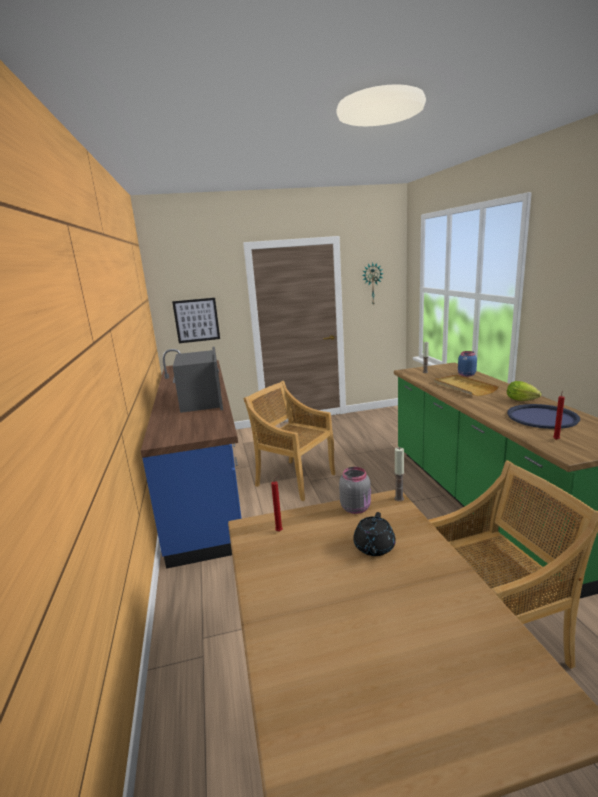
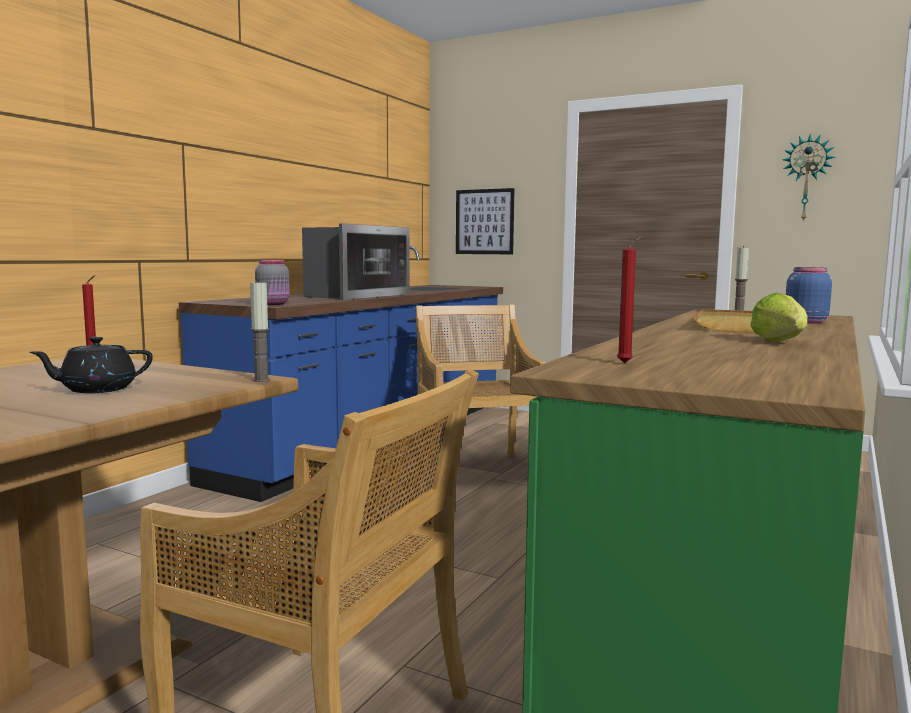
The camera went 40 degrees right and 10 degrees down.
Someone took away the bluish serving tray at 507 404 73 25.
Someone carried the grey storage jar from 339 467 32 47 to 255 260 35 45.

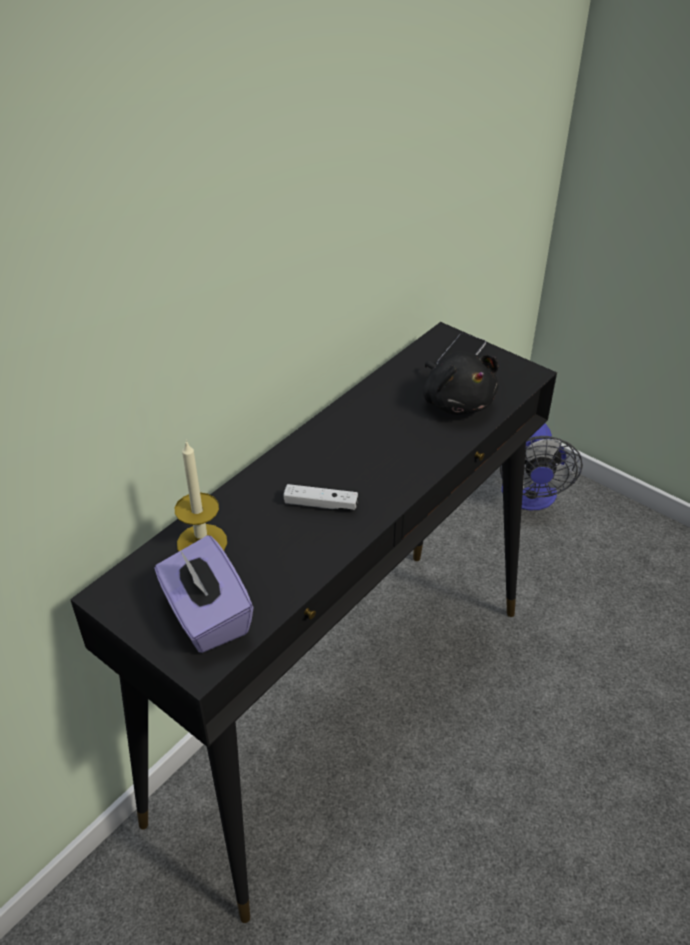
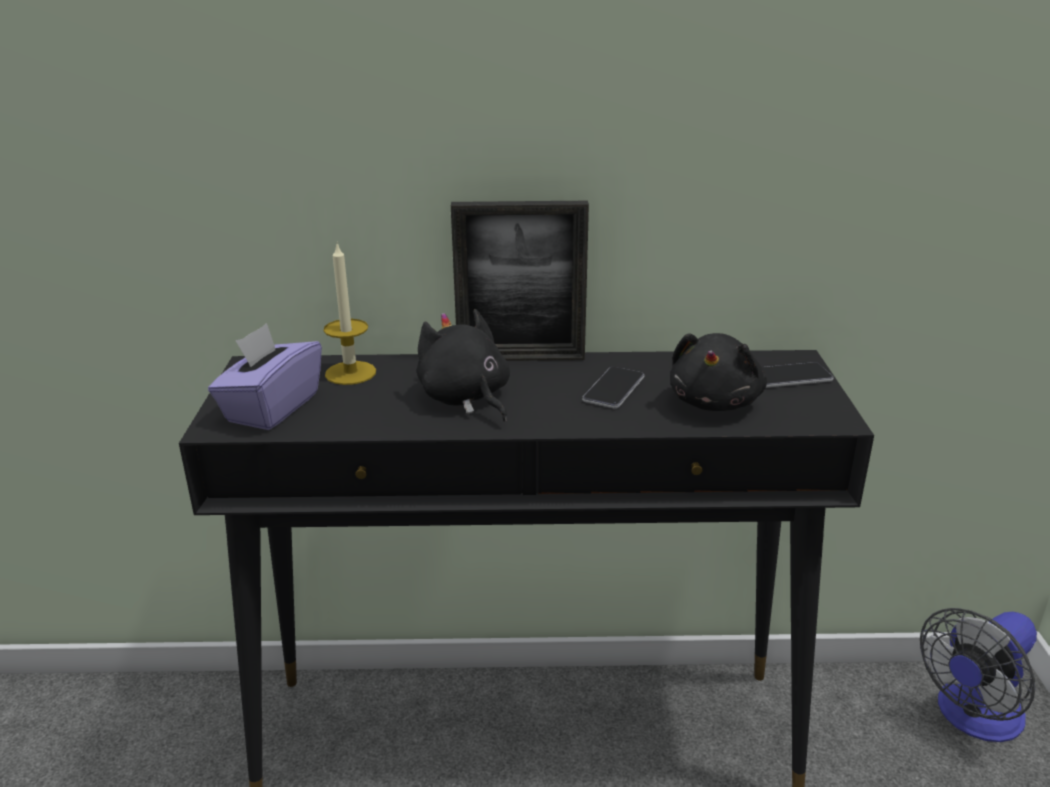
The camera went 50 degrees right and 15 degrees down.
Someone swapped the white-coloured gamepad at 283 484 75 26 for the black-coloured cuddly toy at 417 309 93 113.
Someone put down the standing frame at 451 201 138 160.
Someone put down the telephone at 582 367 63 42.

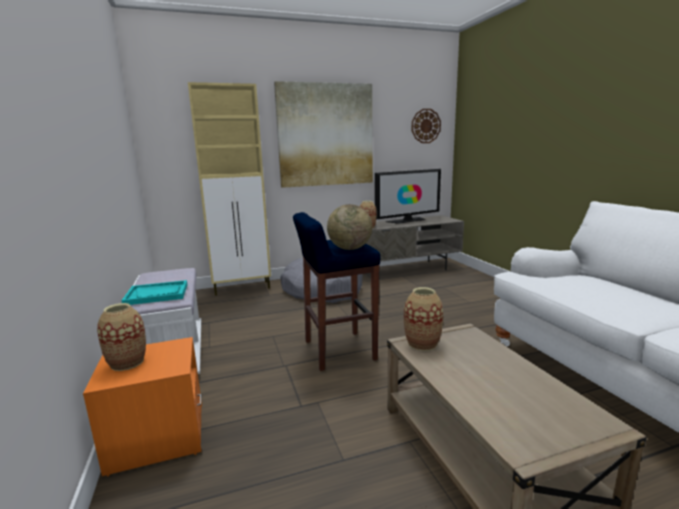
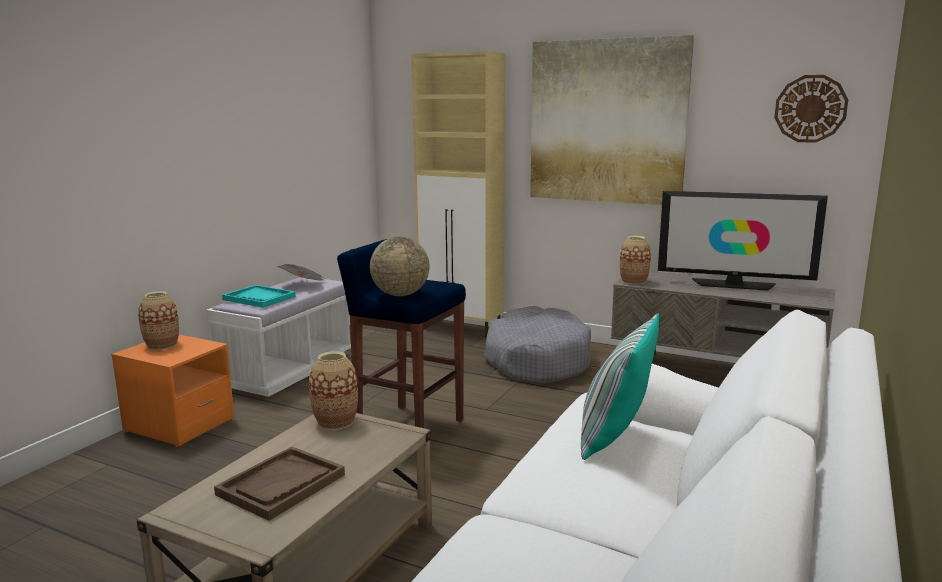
The camera went 45 degrees right and 0 degrees up.
Someone put down the newspaper at 278 264 46 17.
Someone put down the cushion at 581 313 78 147.
Someone put down the brown serving tray at 214 447 131 74.

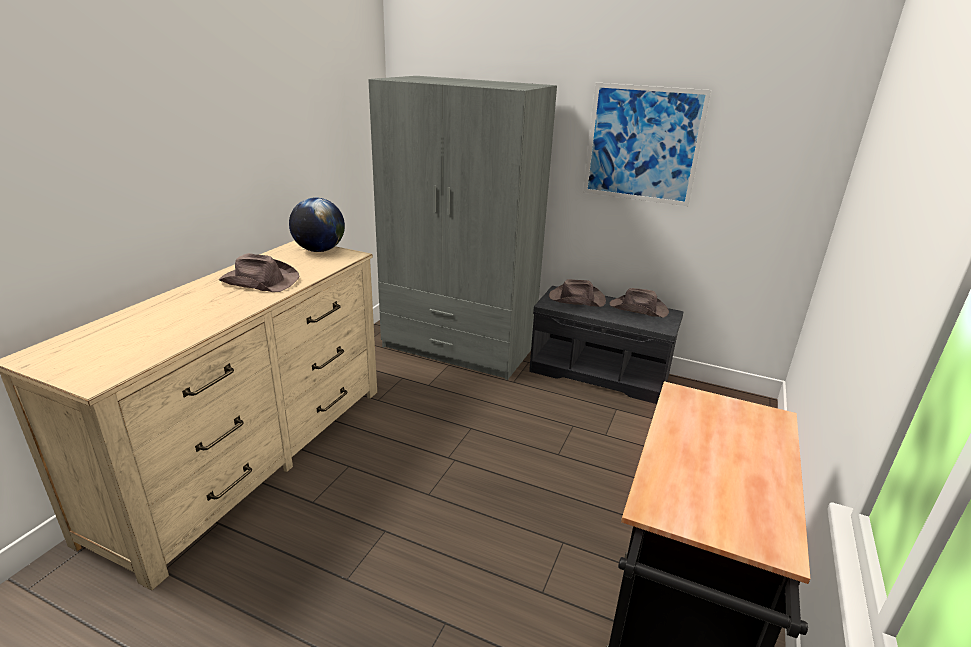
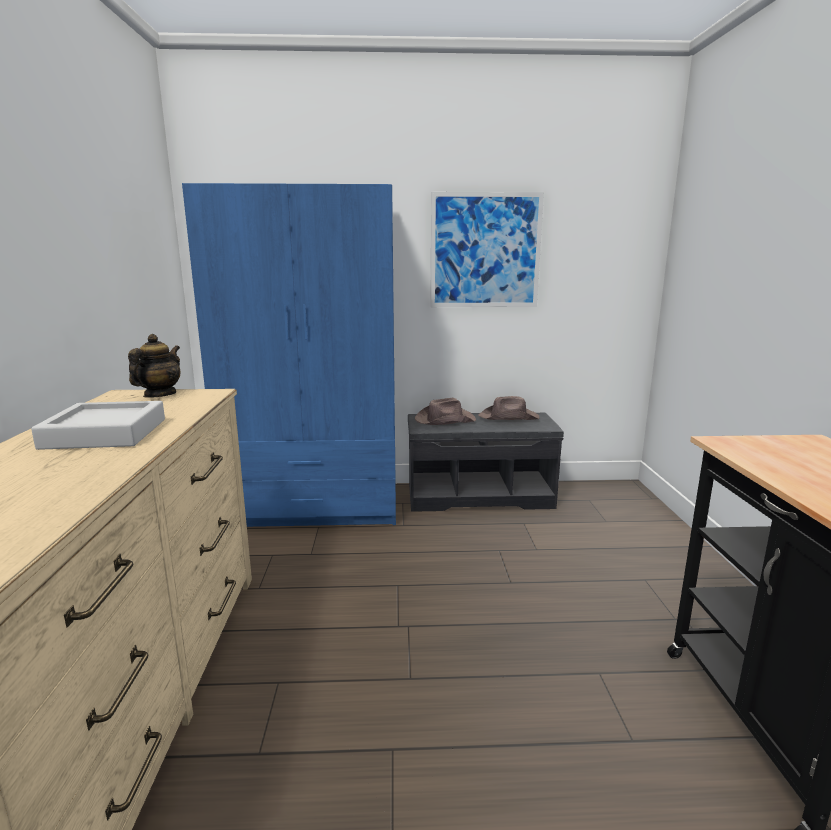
The camera went 25 degrees left and 10 degrees down.
Someone repainted the grey wardrobe at 368 76 189 304, which became the bluish wardrobe at 182 183 214 344.
Someone swapped the desk globe at 289 197 56 55 for the tea pot at 128 334 53 64.
Someone swapped the brown hat at 219 253 81 39 for the grey serving tray at 31 401 134 49.

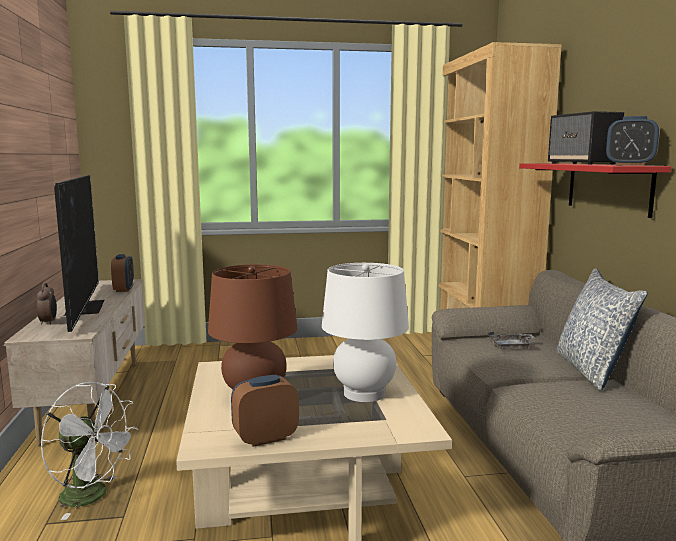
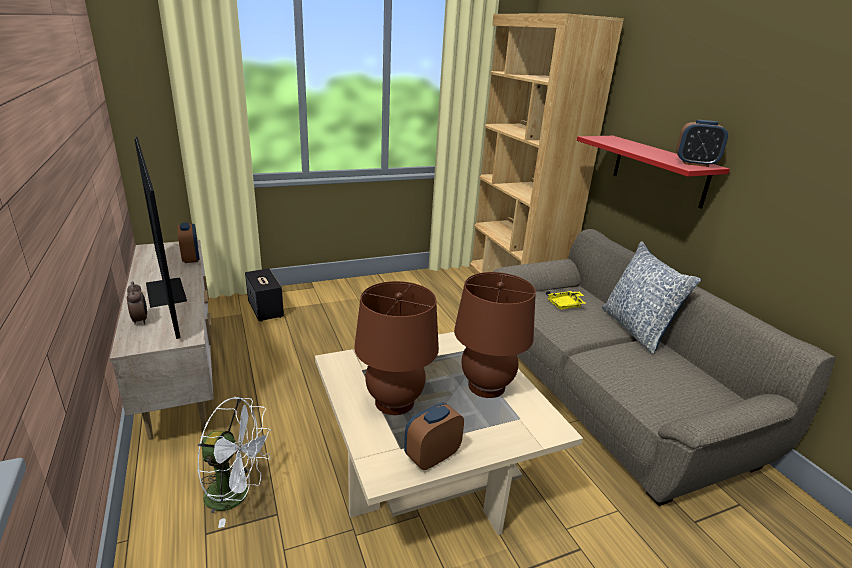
The camera went 15 degrees left and 15 degrees up.
Someone carried the loudspeaker from 548 111 76 54 to 245 268 39 54.
Someone repainted the white-coloured tabletop lamp at 322 263 87 139, which became the brown tabletop lamp at 454 272 82 126.
Someone repainted the grey serving tray at 488 331 47 18, which became the yellow-coloured serving tray at 546 291 40 18.

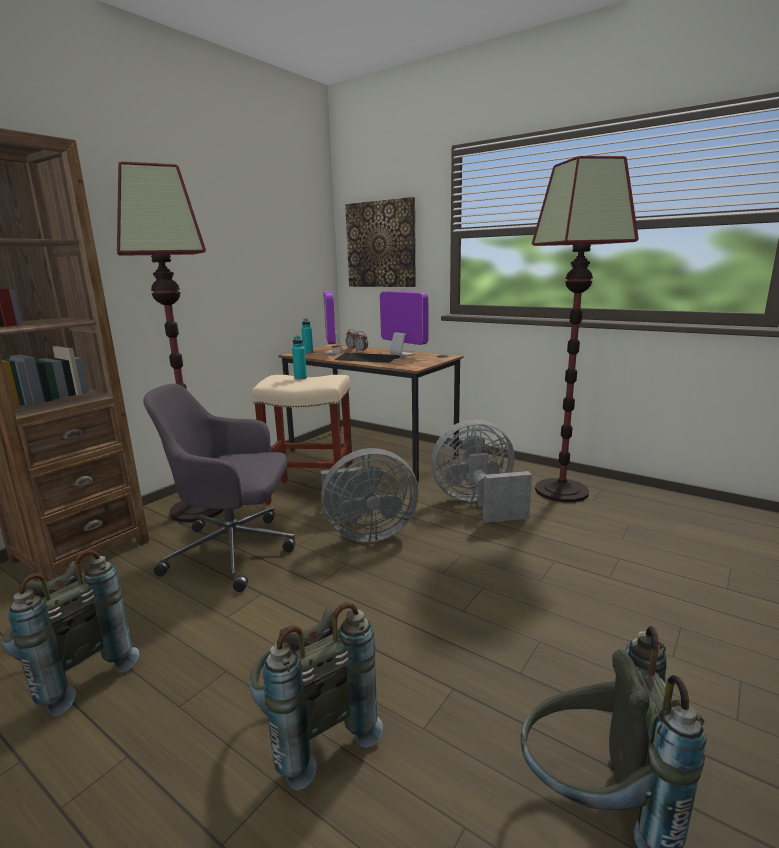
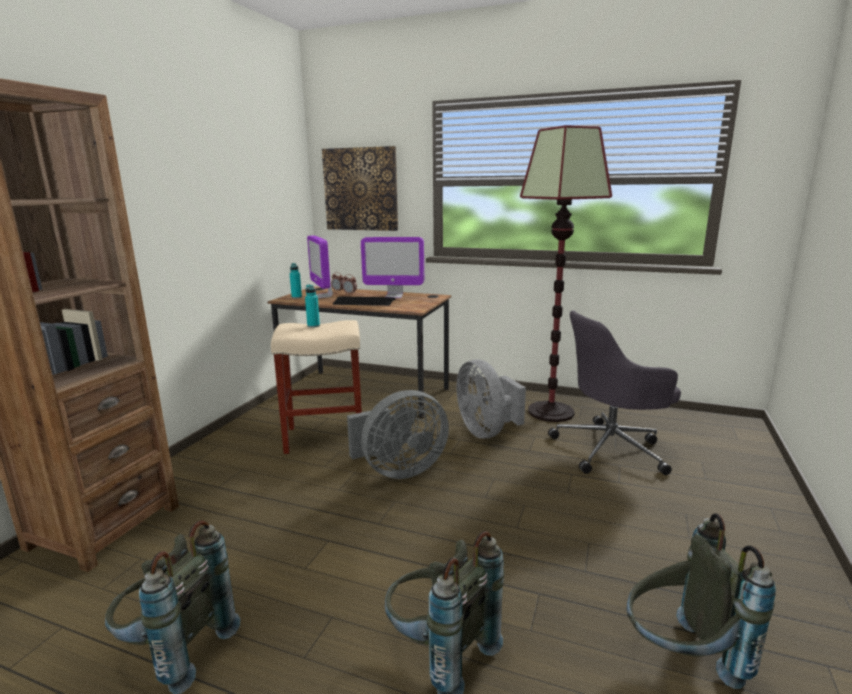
The camera went 15 degrees left and 0 degrees up.
Someone took away the standing lamp at 117 161 107 361.
Someone rotated the computer display at 380 291 48 66 by 150 degrees clockwise.
Someone carried the grey office chair from 143 383 152 209 to 548 310 133 165.
Someone rotated the grey electric fan at 431 420 101 103 by 90 degrees counterclockwise.

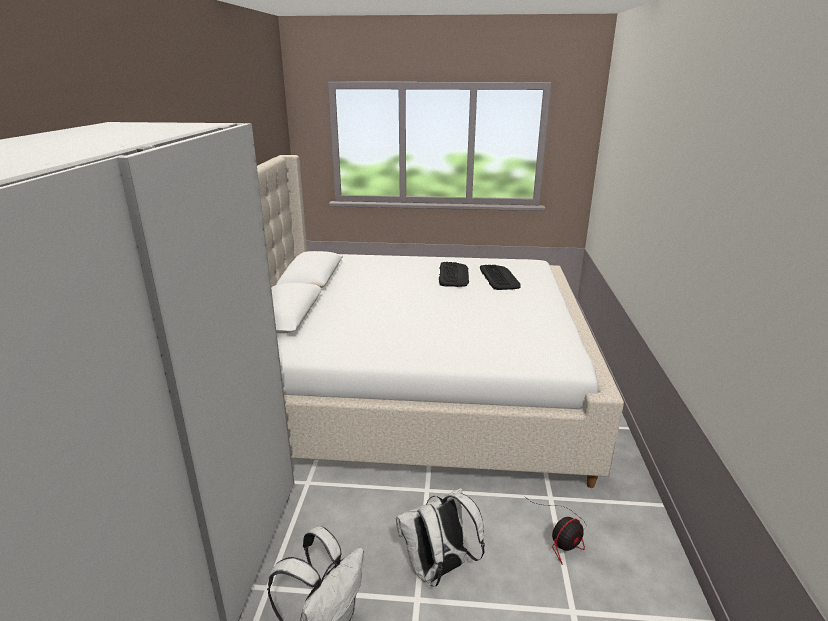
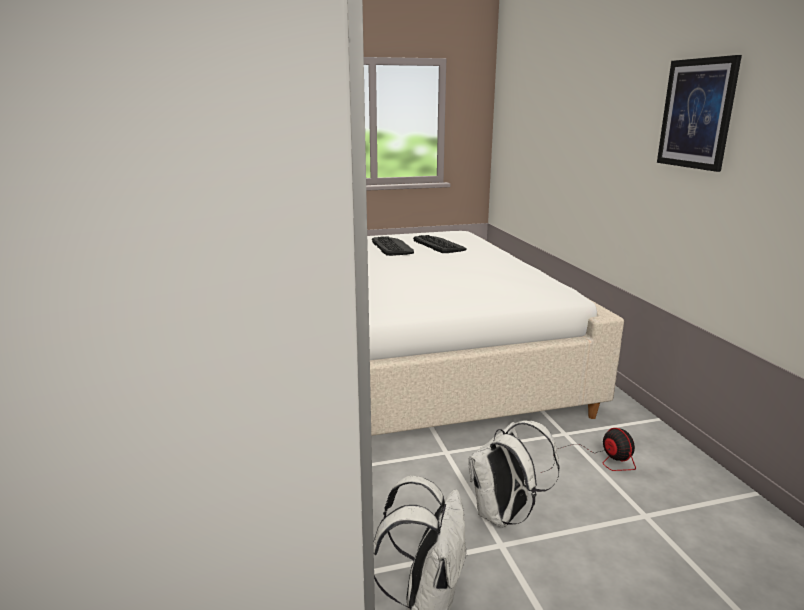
The camera went 20 degrees left and 5 degrees down.
Someone rotated the electric fan at 524 496 62 69 by 60 degrees counterclockwise.
Someone put up the picture at 657 55 85 117.

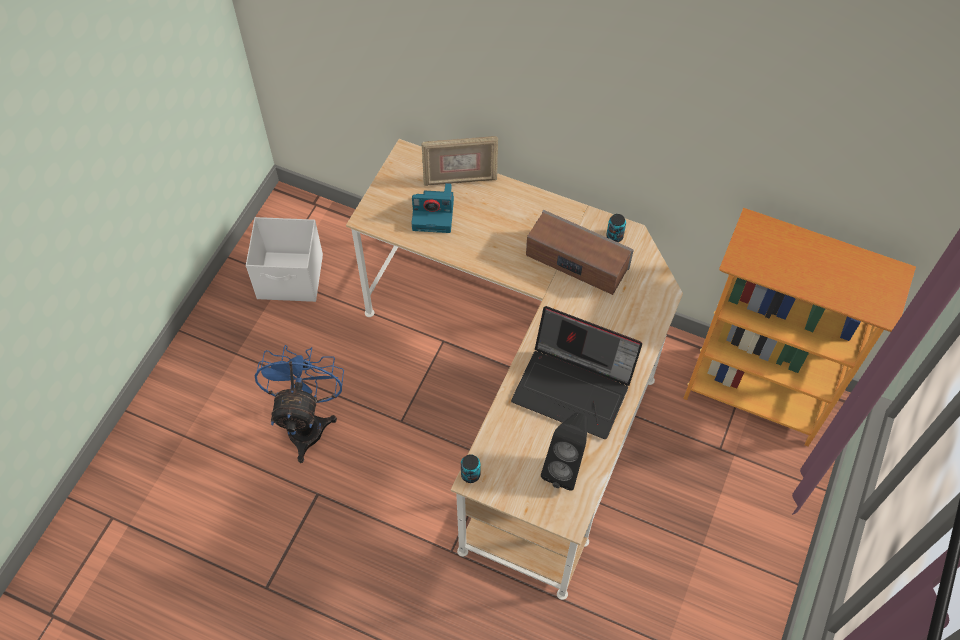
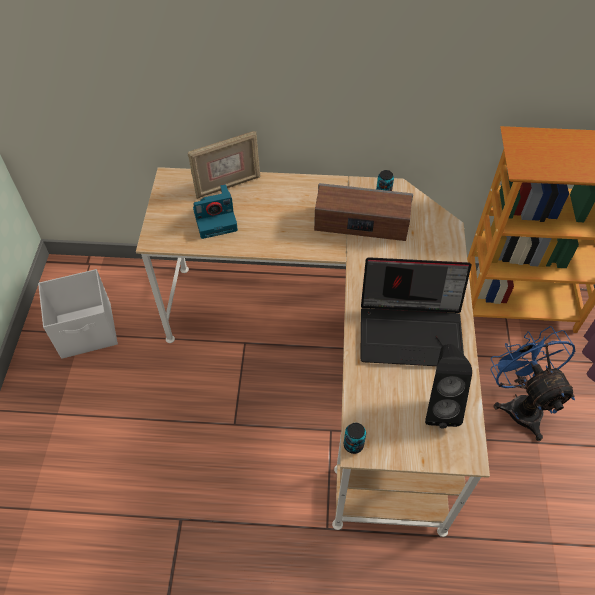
The camera went 20 degrees left and 5 degrees down.
Someone carried the bluish electric fan from 255 345 89 118 to 491 326 84 115.

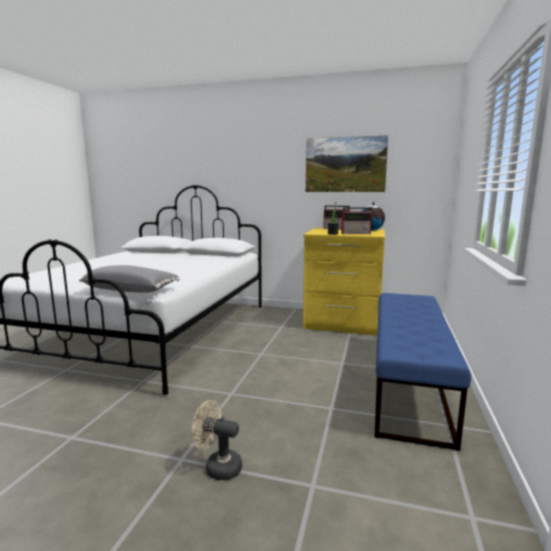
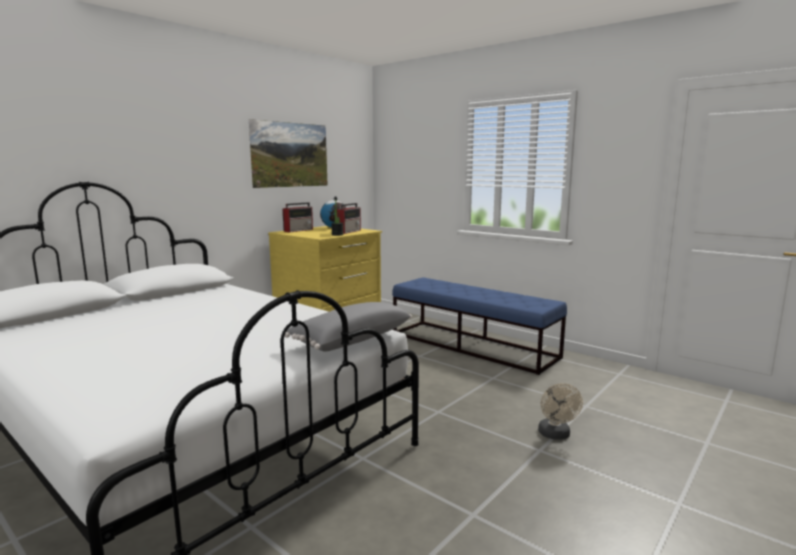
The camera went 65 degrees left and 0 degrees up.
Someone rotated the beige electric fan at 191 400 51 80 by 45 degrees counterclockwise.

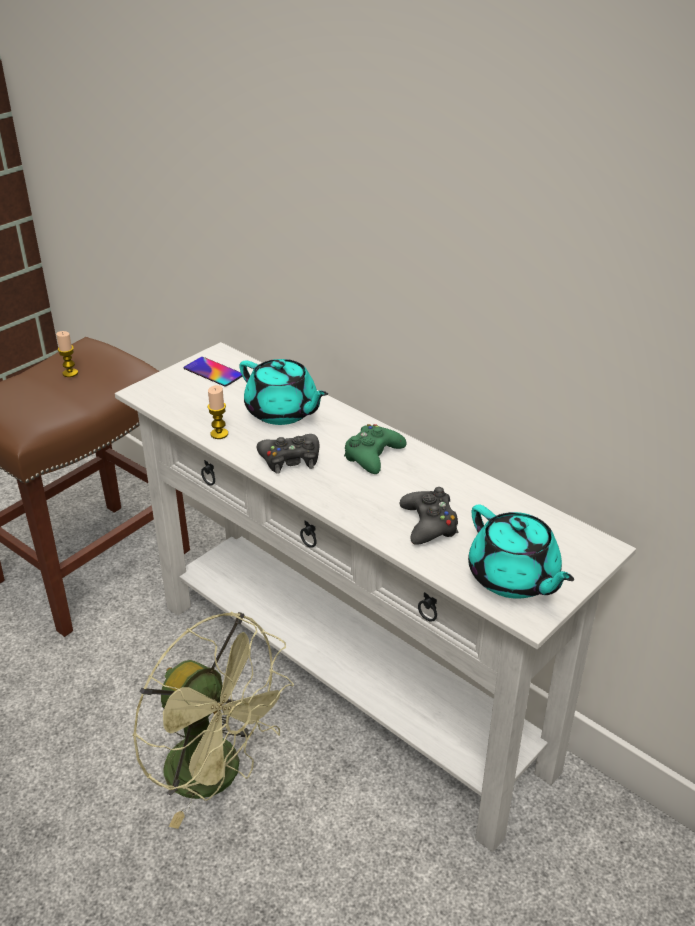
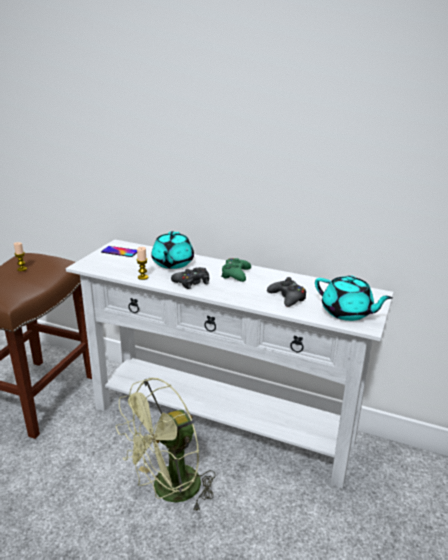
The camera went 20 degrees left and 10 degrees down.
Someone rotated the turquoise tea pot at 239 359 89 66 by 75 degrees clockwise.
Someone rotated the green electric fan at 132 612 162 217 by 120 degrees clockwise.

